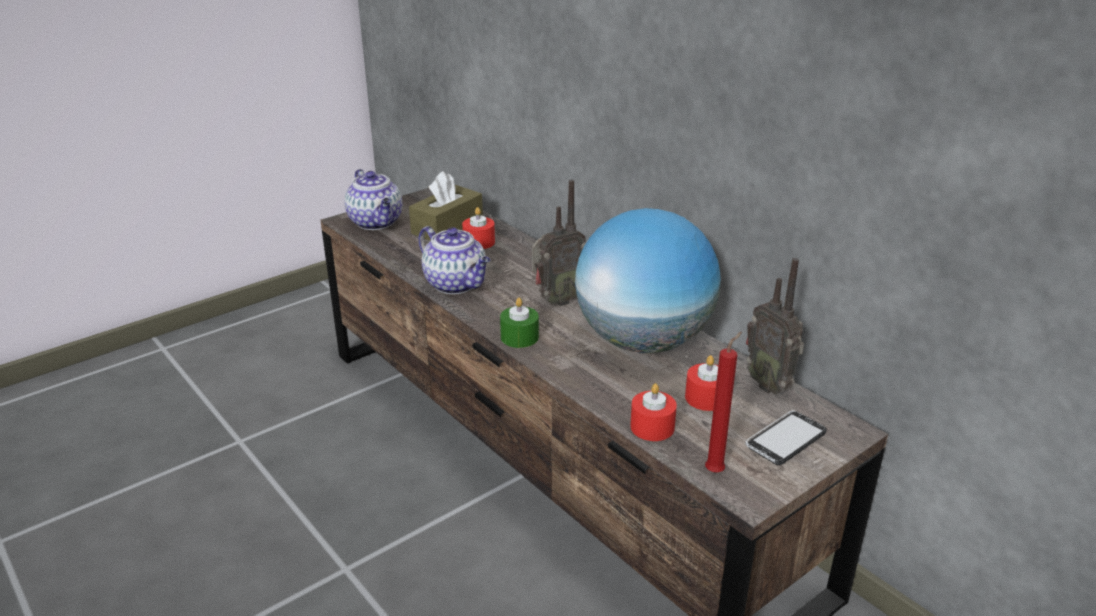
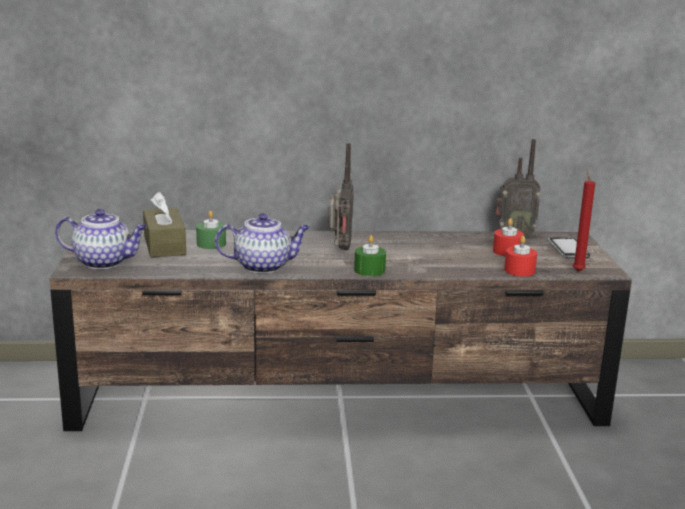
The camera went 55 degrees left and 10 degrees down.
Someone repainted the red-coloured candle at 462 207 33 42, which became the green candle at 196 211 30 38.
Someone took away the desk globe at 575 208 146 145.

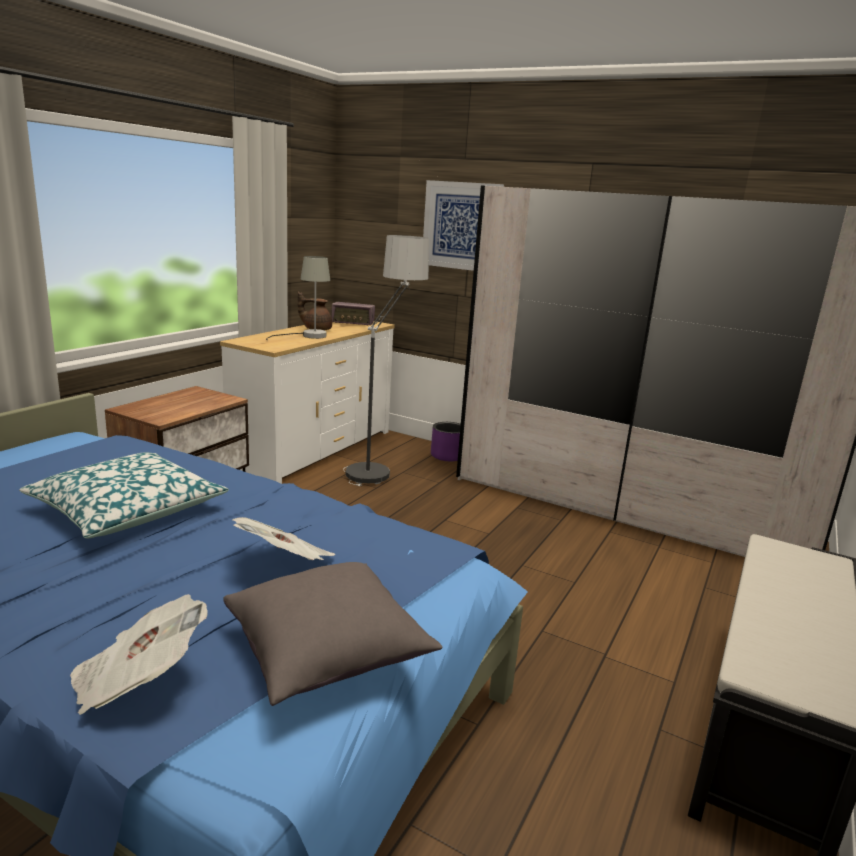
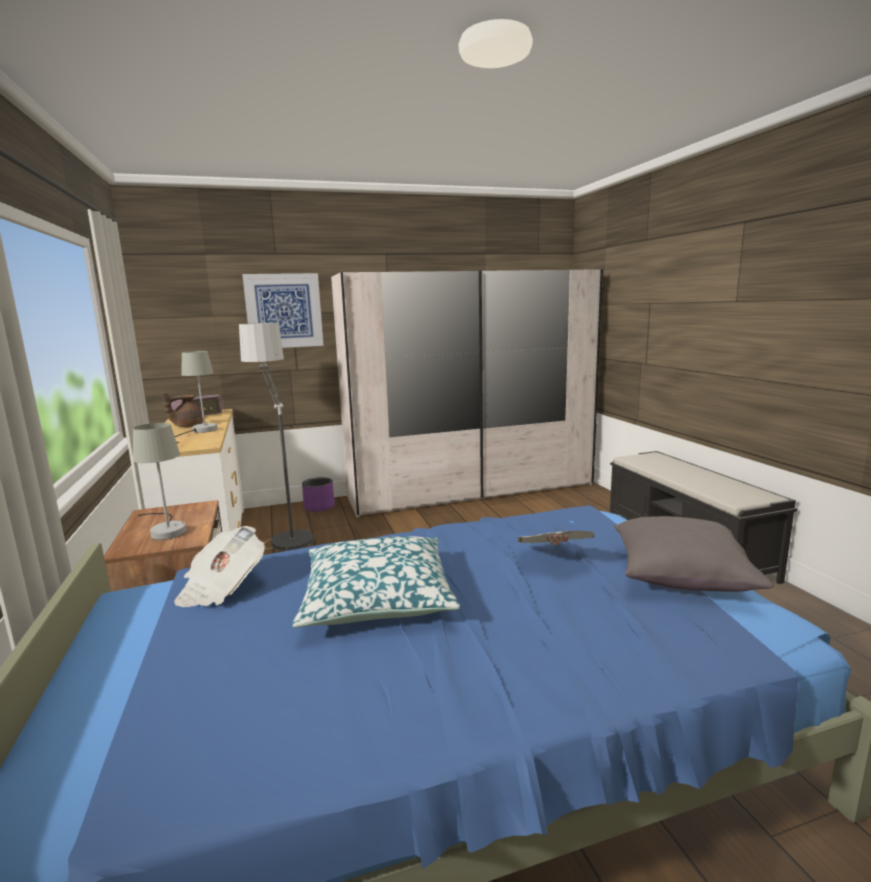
The camera went 45 degrees left and 5 degrees down.
Someone carried the newspaper from 70 594 138 121 to 174 526 91 81.
Someone put down the grey tabletop lamp at 133 423 54 117.

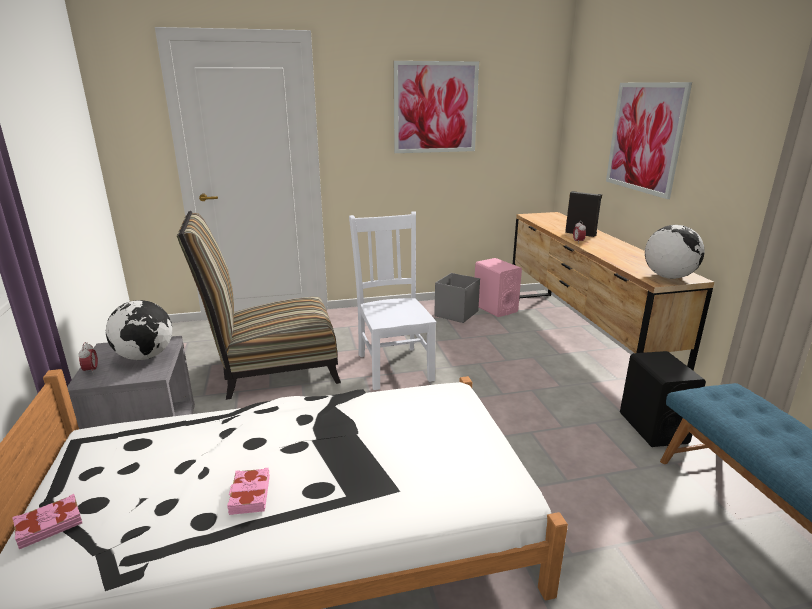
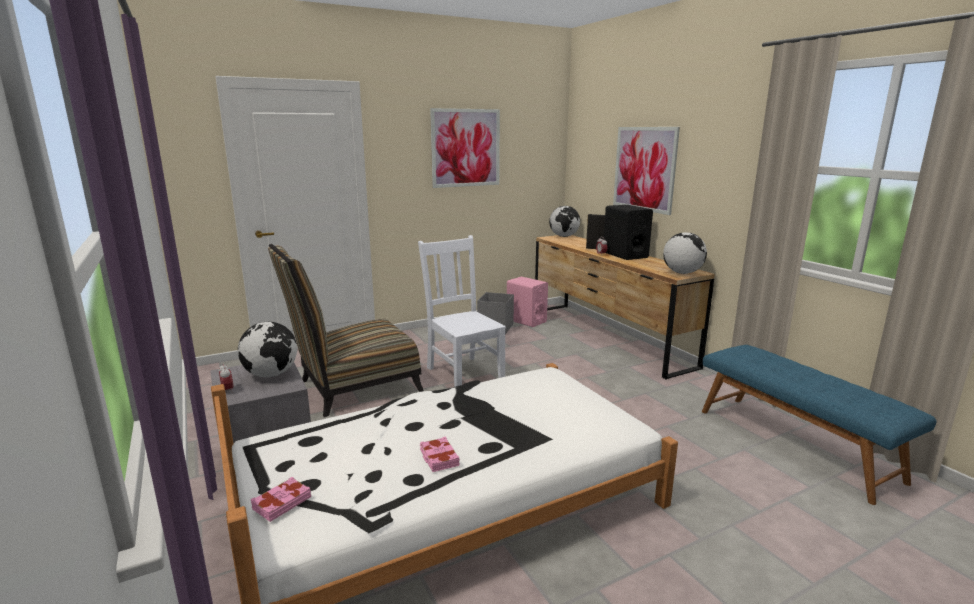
The camera went 15 degrees left and 5 degrees down.
Someone carried the black-coloured loudspeaker from 620 351 86 96 to 604 205 49 55.
Someone put down the desk globe at 549 206 31 31.

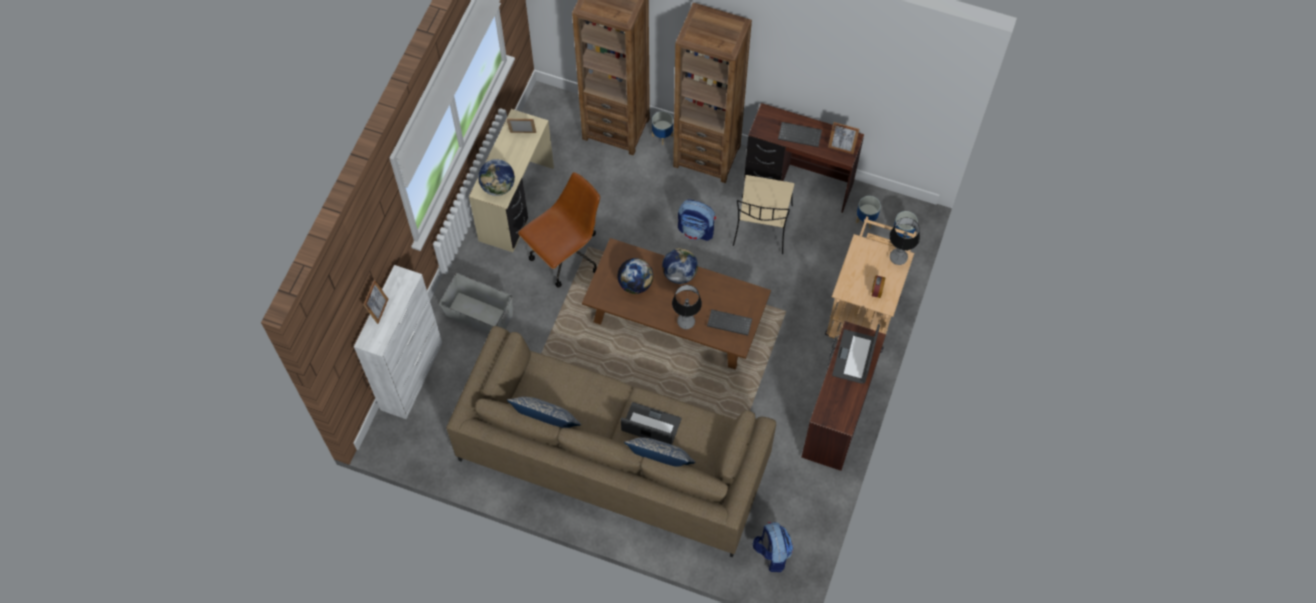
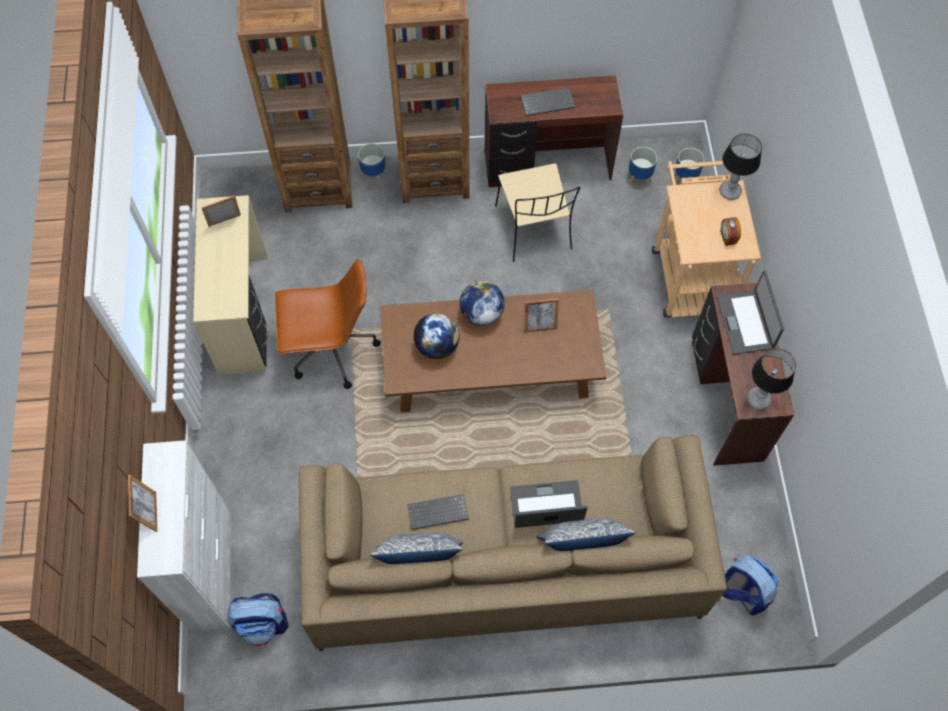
The camera went 25 degrees left and 0 degrees up.
Someone carried the standing frame from 828 122 31 32 to 524 298 35 35.
Someone took away the desk globe at 478 159 37 37.
Someone rotated the brown office chair at 518 172 82 116 by 60 degrees clockwise.
Someone carried the knapsack from 678 199 38 42 to 227 593 61 53.
Someone took away the grey storage box at 439 273 74 61.
Someone carried the tabletop lamp from 672 285 30 44 to 747 349 49 61.
Someone carried the PC keyboard from 707 309 45 27 to 407 494 62 36.

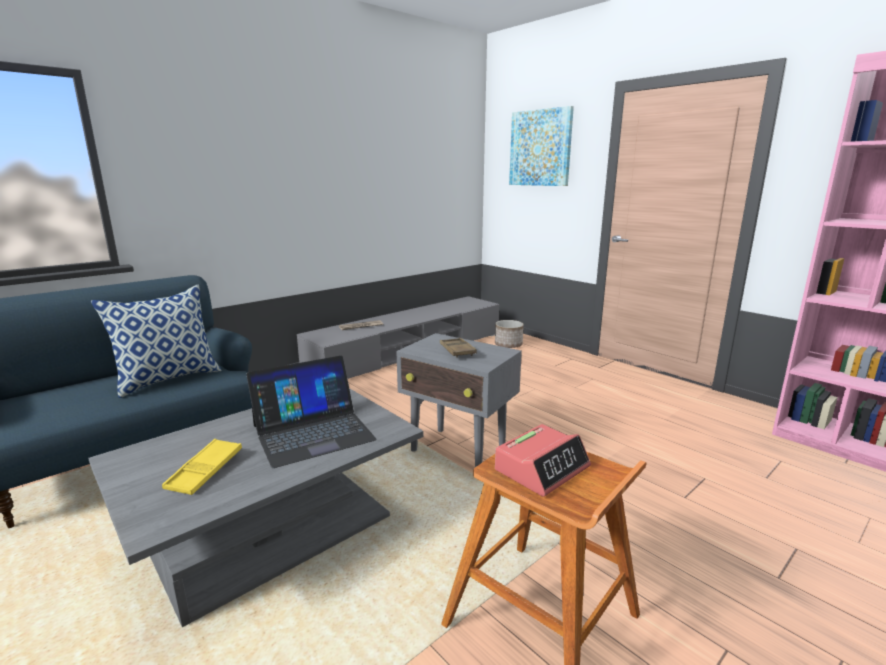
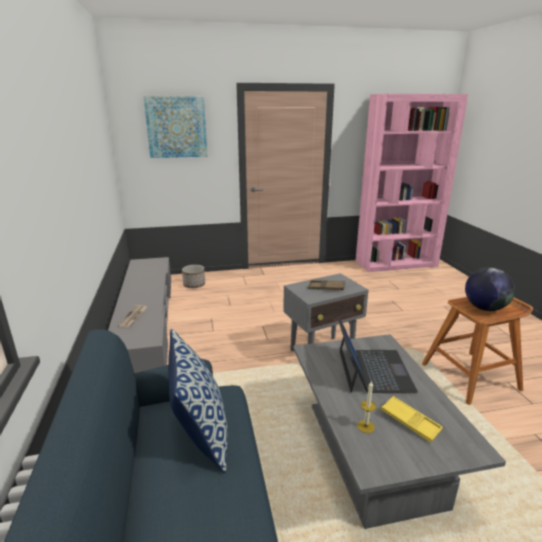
The camera went 60 degrees left and 5 degrees up.
Someone swapped the alarm clock at 495 424 96 73 for the desk globe at 465 267 50 44.
Someone put down the candle at 357 382 19 51.

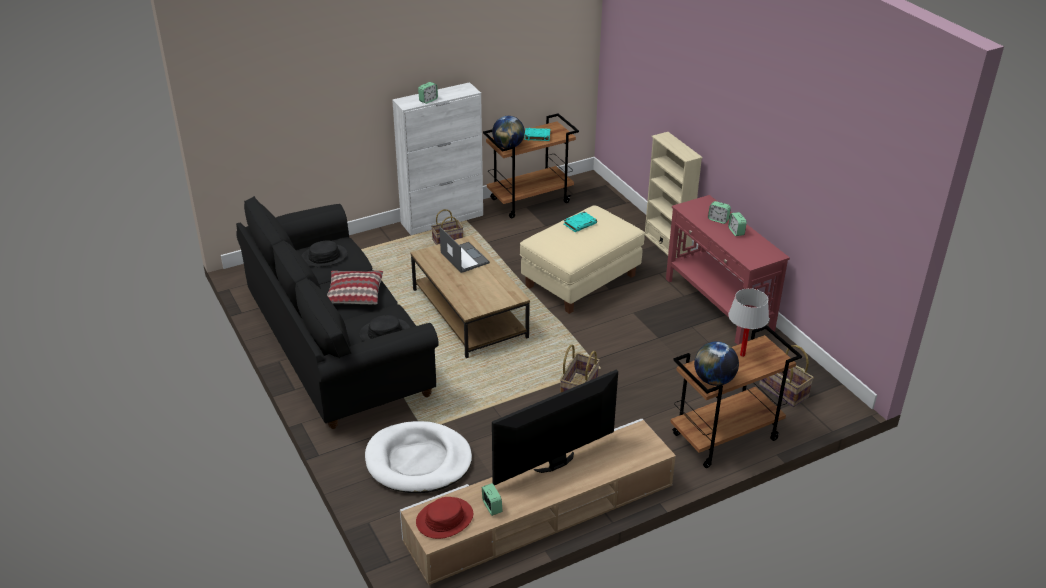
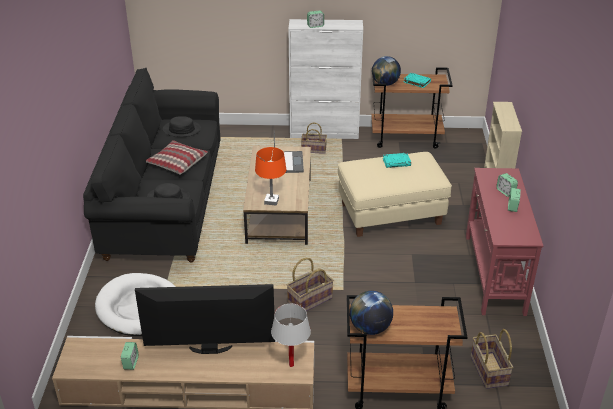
The camera went 30 degrees right and 0 degrees up.
Someone carried the white-coloured tabletop lamp from 728 288 41 69 to 271 304 40 63.
Someone took away the red-coloured hat at 416 497 57 42.
Someone put down the orange-coloured tabletop lamp at 255 147 31 59.

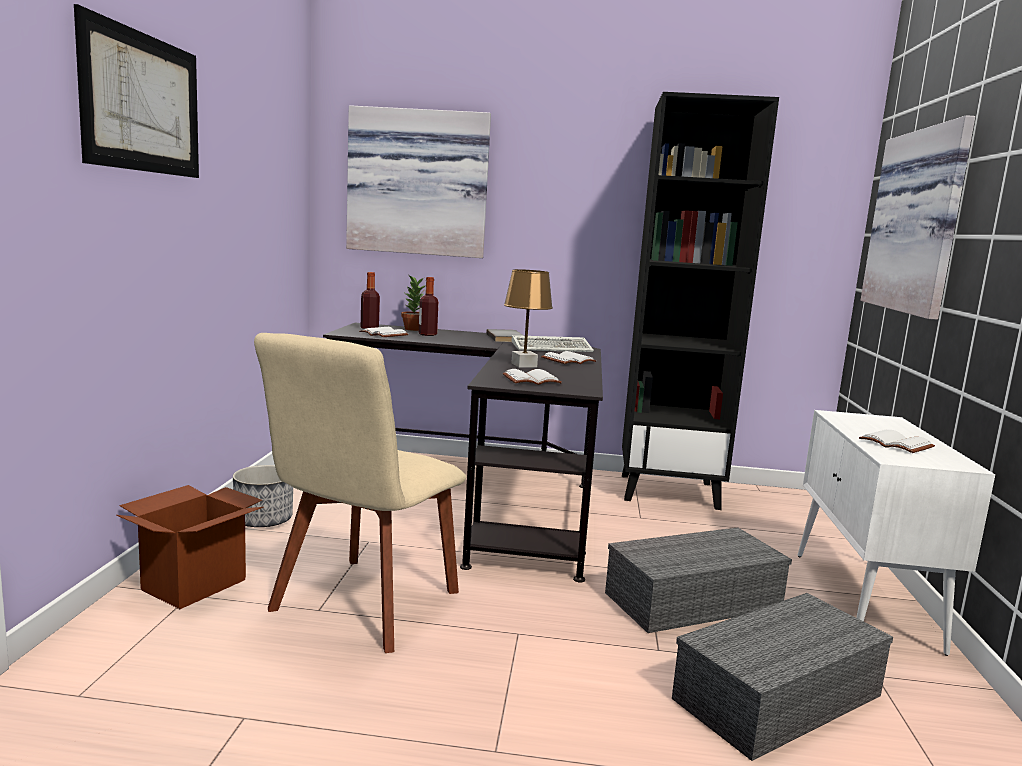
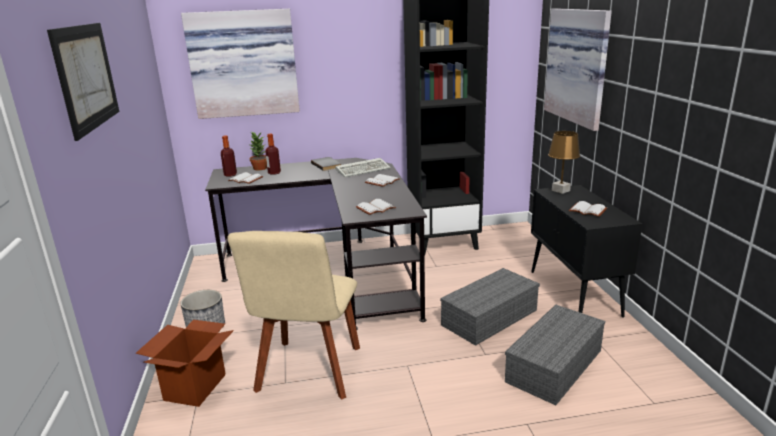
The camera went 15 degrees left and 10 degrees up.
Someone carried the brown tabletop lamp from 504 269 49 99 to 548 131 32 63.
Someone repainted the white-coloured cupboard at 797 410 198 246, which became the black-coloured cupboard at 531 185 111 133.

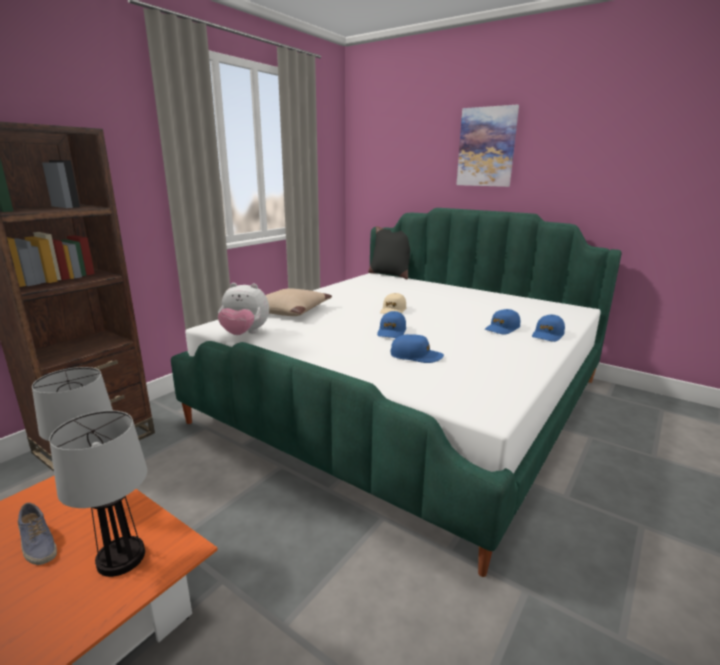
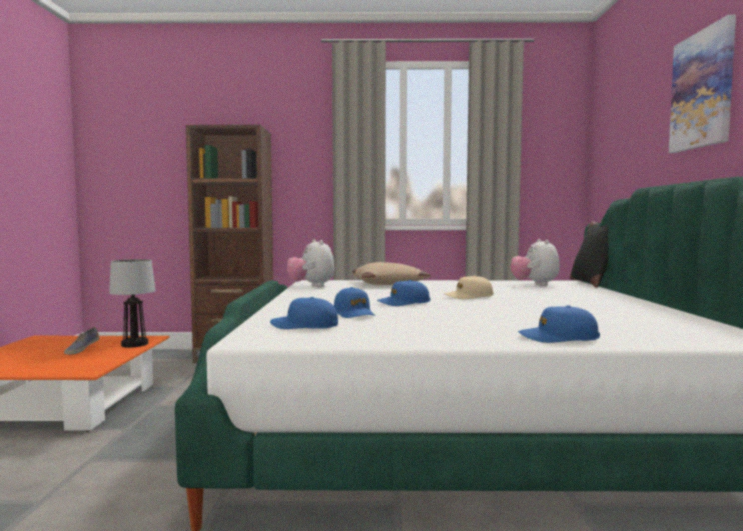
The camera went 55 degrees right and 15 degrees down.
Someone carried the bluish cap from 485 309 35 26 to 270 297 68 32.
Someone took away the tabletop lamp at 49 410 98 167.
Someone put down the cuddly toy at 510 239 50 47.

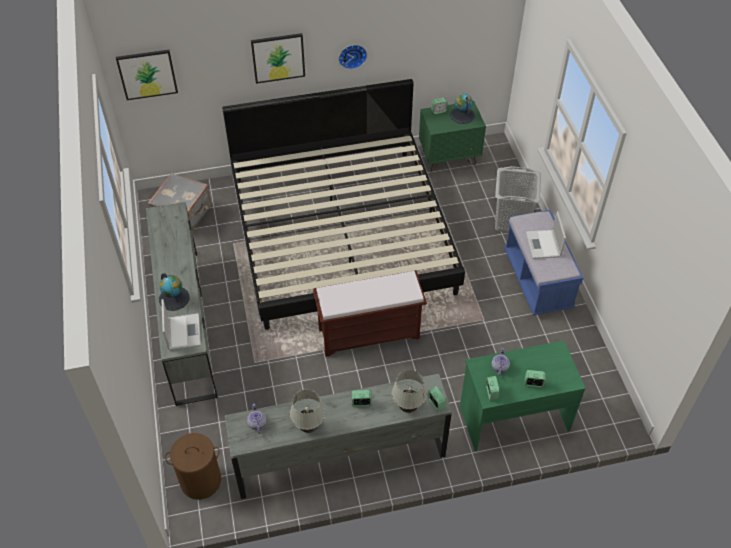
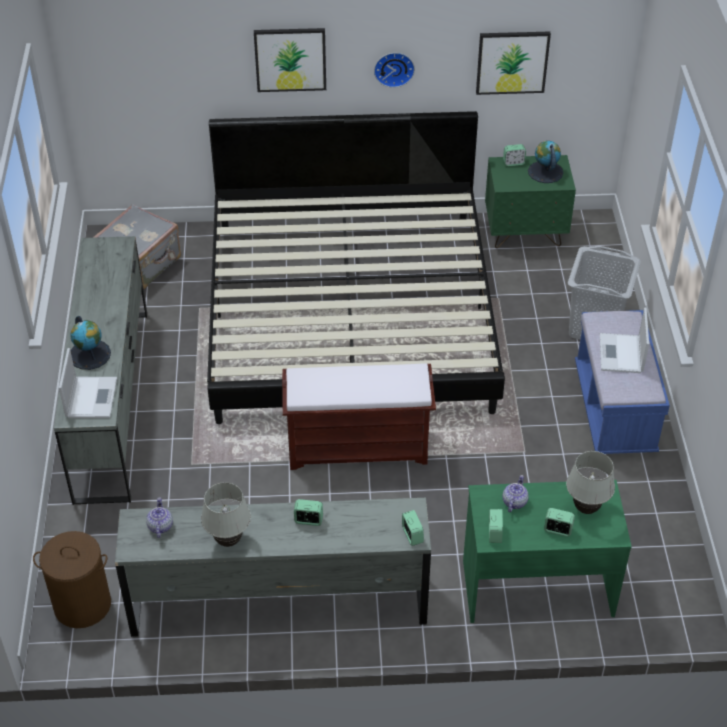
The camera went 10 degrees right and 5 degrees down.
Someone carried the picture from 116 50 62 50 to 476 32 75 63.
Someone carried the white-coloured tabletop lamp from 392 370 35 43 to 566 451 49 63.

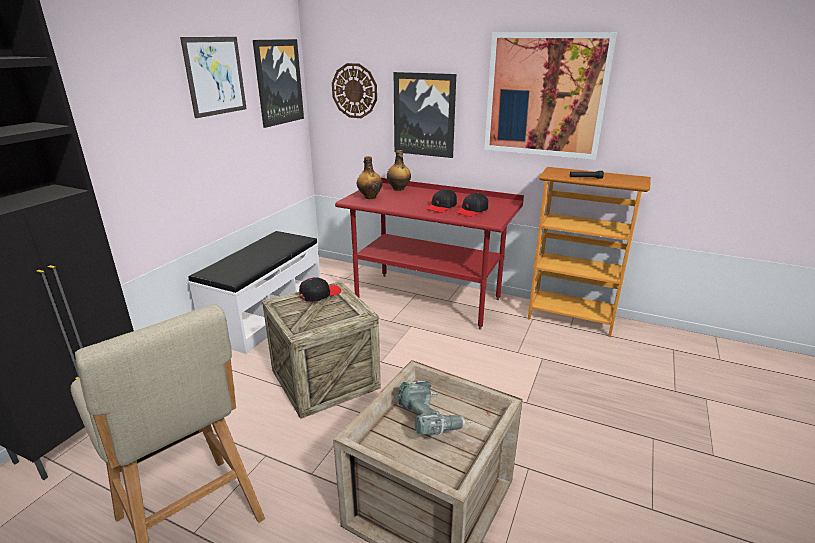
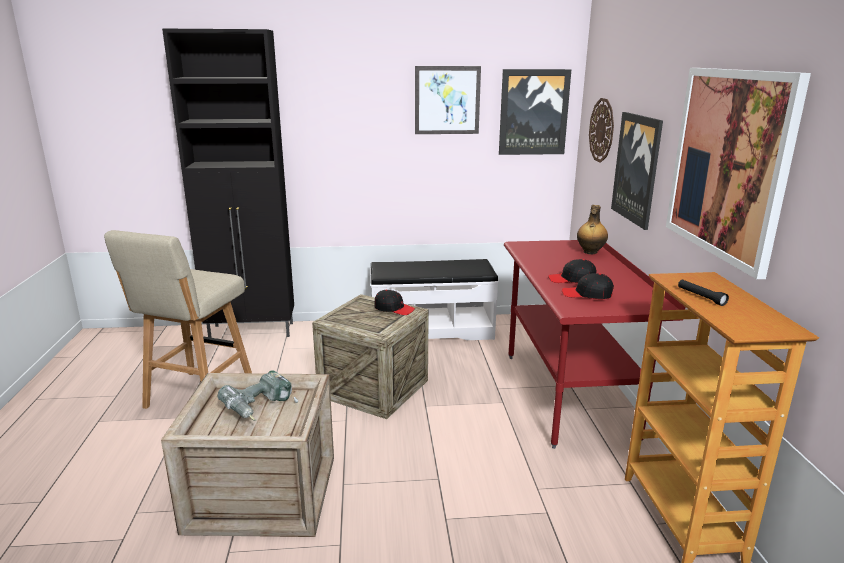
The camera went 60 degrees right and 5 degrees down.
Someone took away the beverage bottle at 357 156 25 43.

